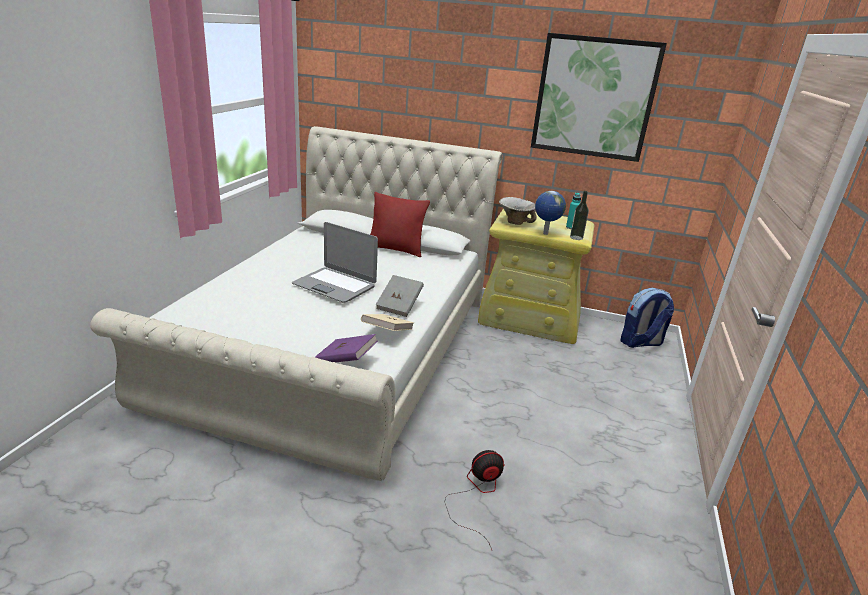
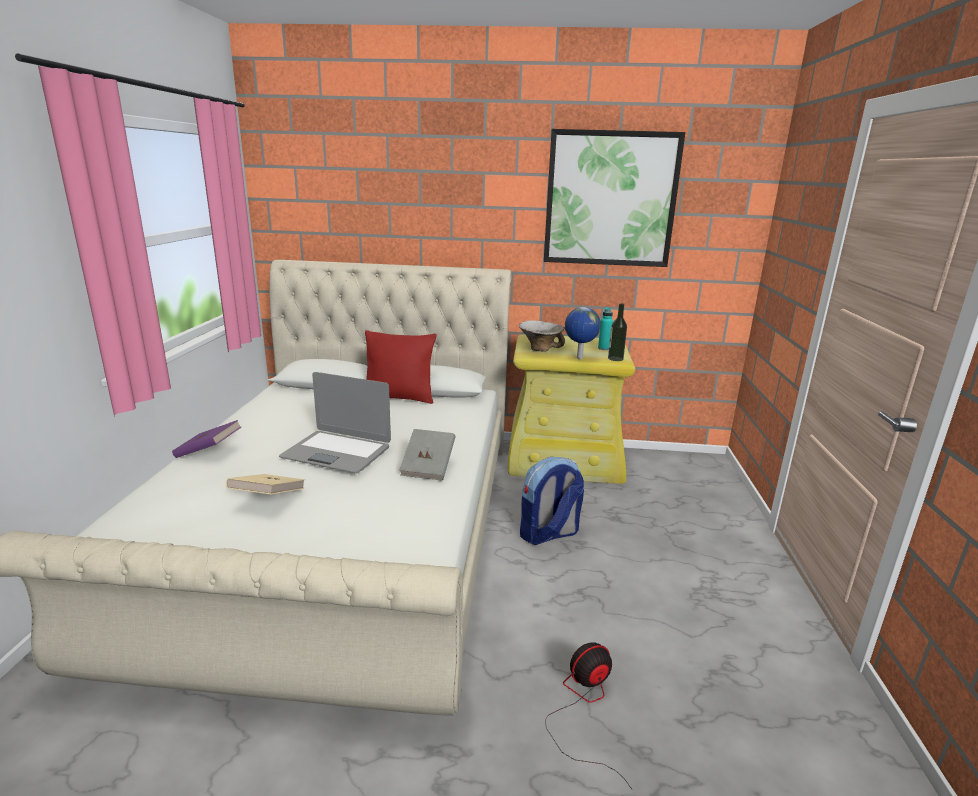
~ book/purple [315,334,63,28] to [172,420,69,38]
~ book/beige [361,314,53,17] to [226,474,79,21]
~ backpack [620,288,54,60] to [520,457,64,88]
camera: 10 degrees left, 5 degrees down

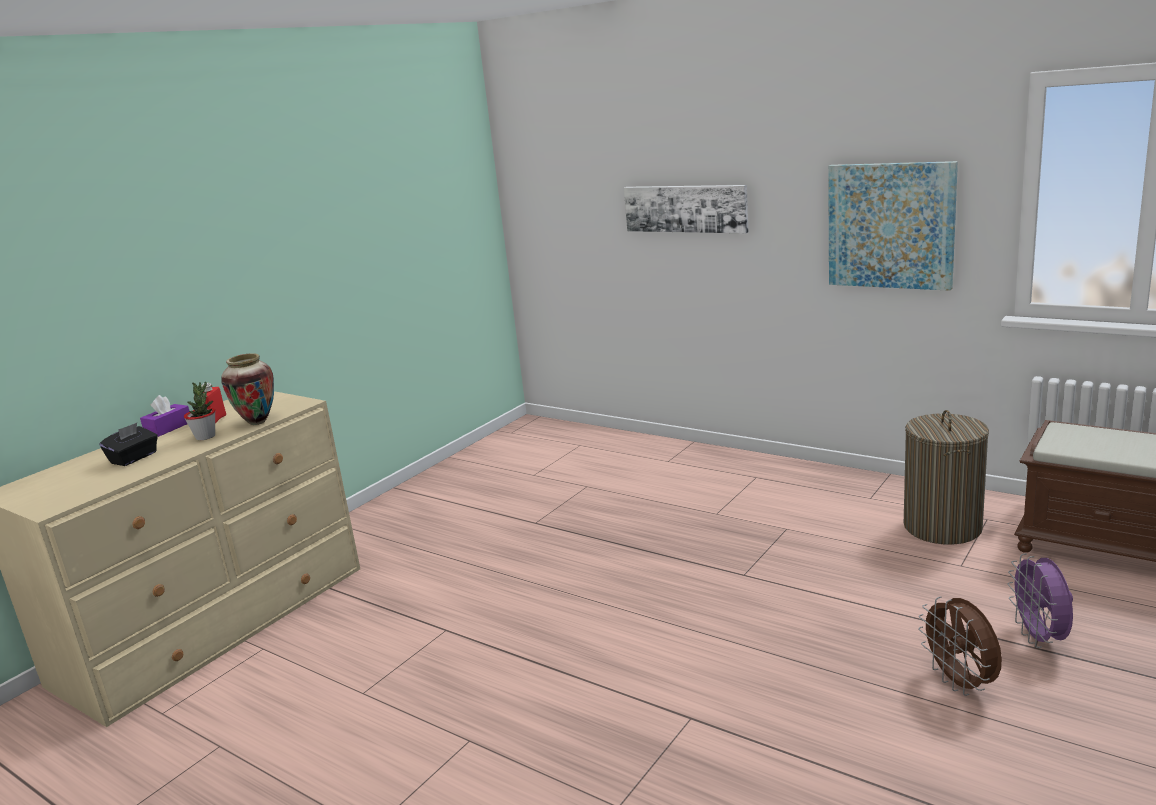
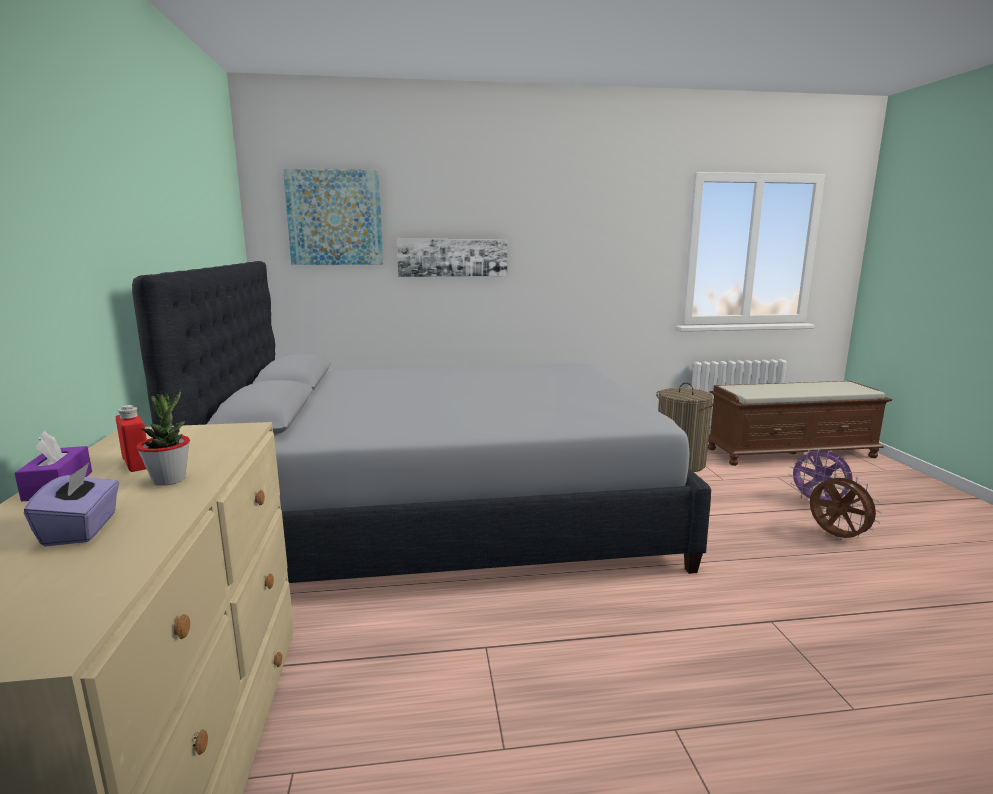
- vase [221,353,53,72]
+ bed/grey [132,261,579,322]
~ picture [828,161,130,130] to [283,168,101,97]
~ tissue box/black [99,423,59,43] to tissue box/purple [24,463,95,83]
~ fan/brown [918,596,84,100] = [810,474,72,65] 150 degrees counterclockwise
camera: 45 degrees left, 5 degrees down

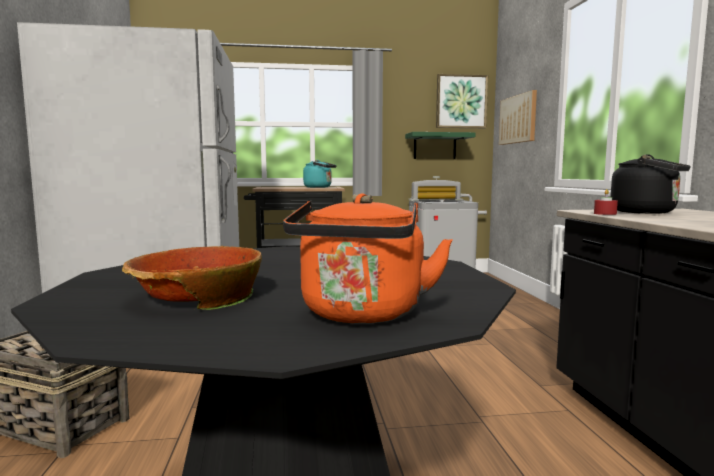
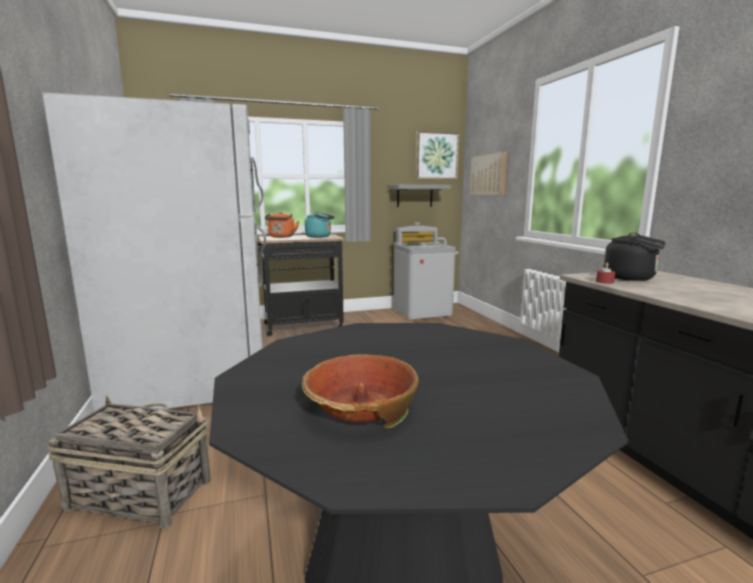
~ kettle/orange [283,193,170,131] to [265,212,34,26]
~ shelf/green [405,132,70,27] to shelf/grey [390,184,61,23]
camera: 10 degrees left, 5 degrees up

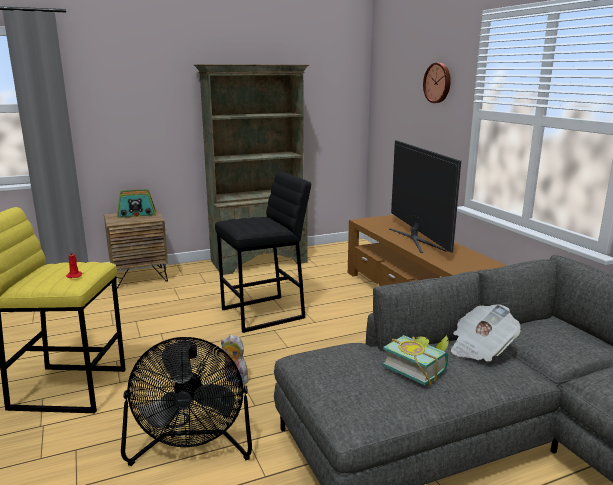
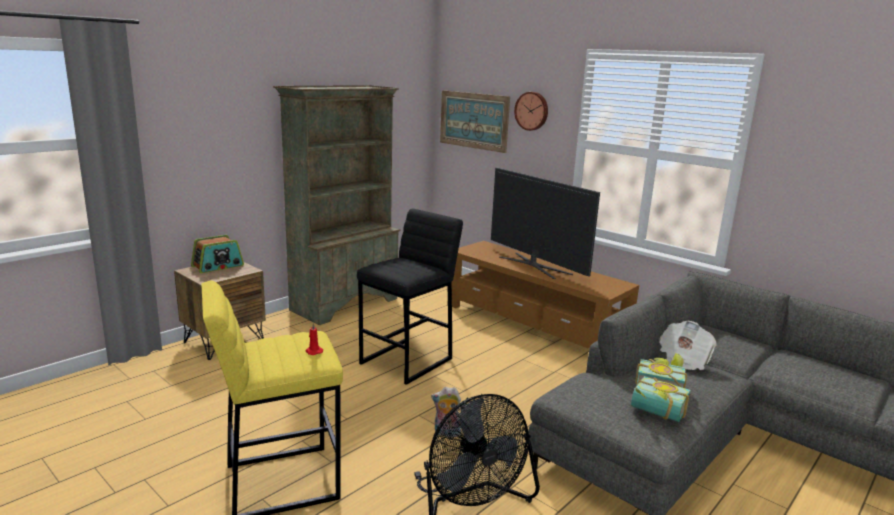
+ picture [440,90,70,63]
+ book [631,376,60,46]
camera: 25 degrees left, 0 degrees up

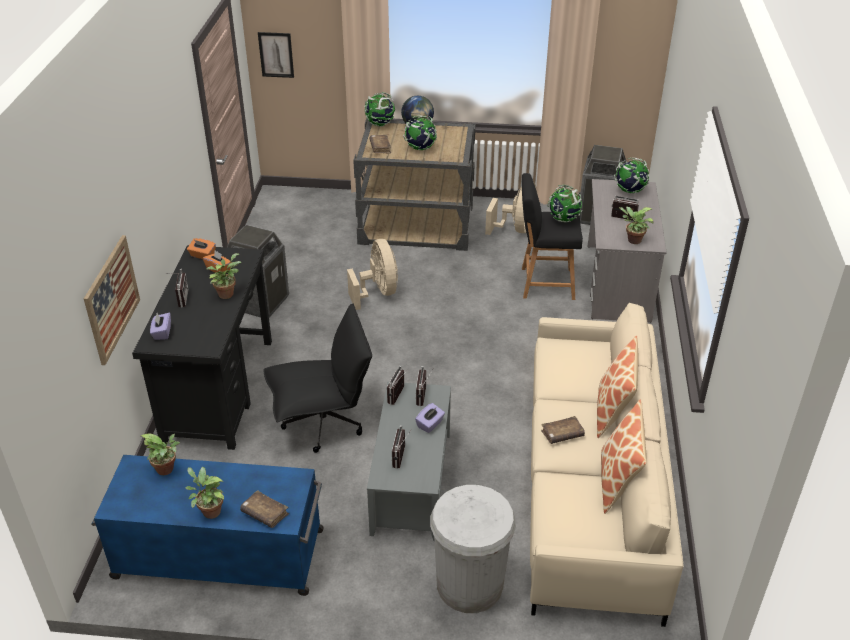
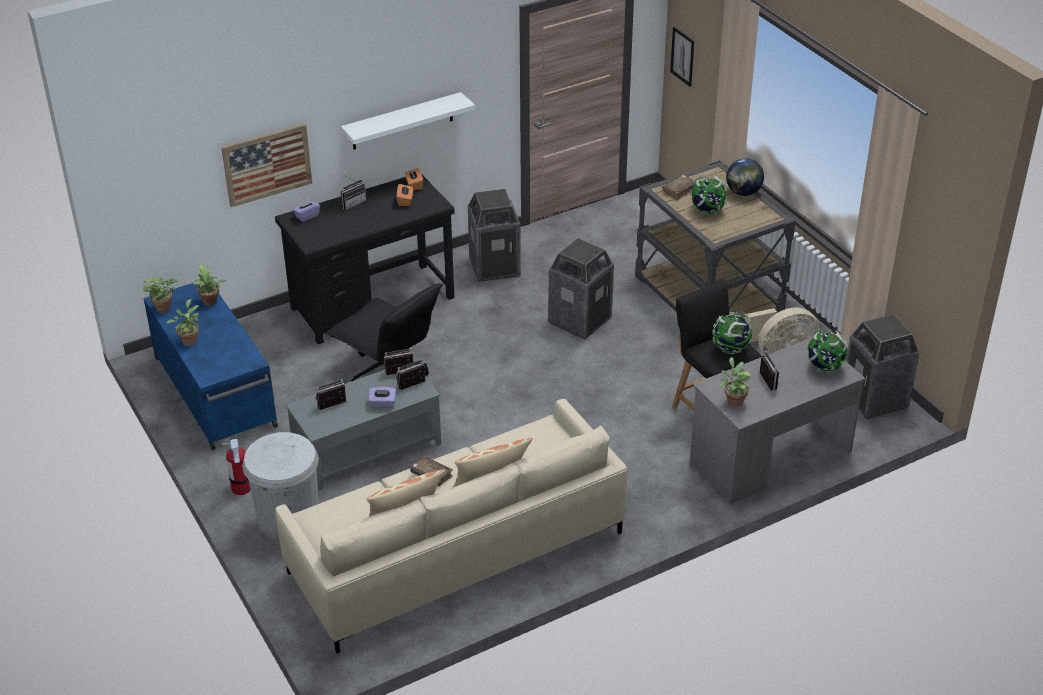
- book/brown [240,490,49,38]
- globe [364,92,31,35]
+ fire extinguisher [221,438,30,57]
+ shelf/white [341,92,134,57]
~ potted plant [206,253,35,46] to [143,278,37,35]
~ fan/beige [347,239,51,71] to trash can [548,238,66,101]
camera: 55 degrees right, 0 degrees up

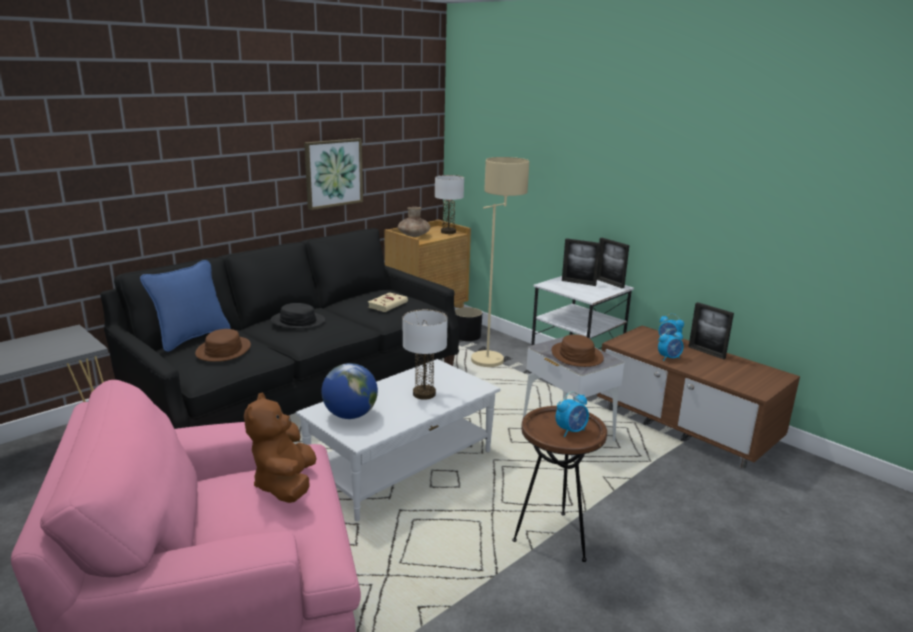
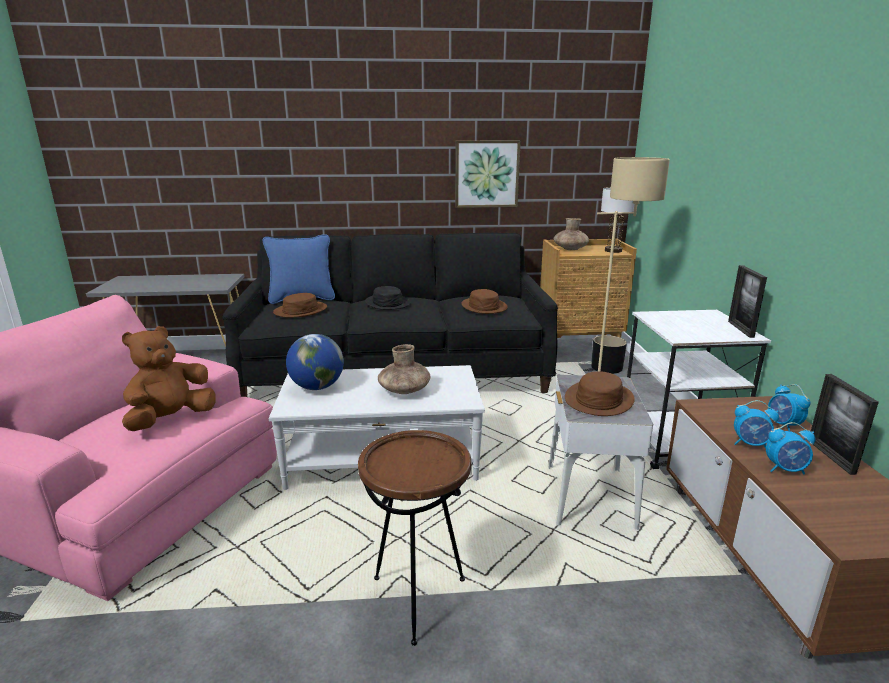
- picture frame [562,238,39,48]
~ alarm clock [556,392,33,45] to [766,422,50,52]
~ book/beige [368,292,40,20] to hat/brown [461,289,47,25]
~ table lamp [403,310,45,90] to vase/brown [378,344,52,50]
camera: 40 degrees right, 0 degrees up

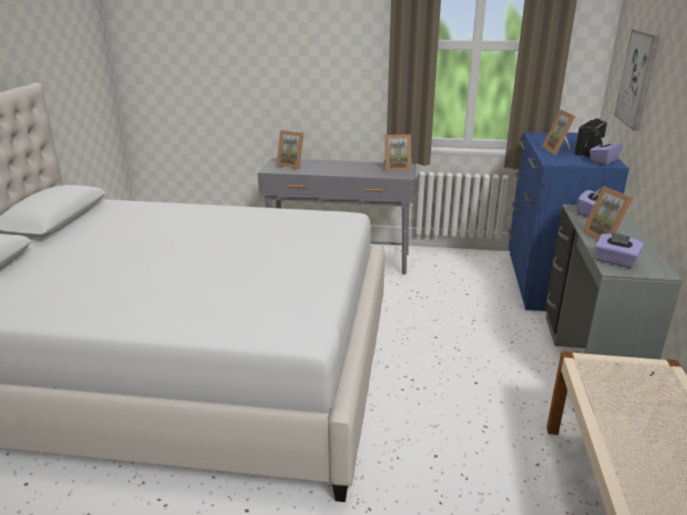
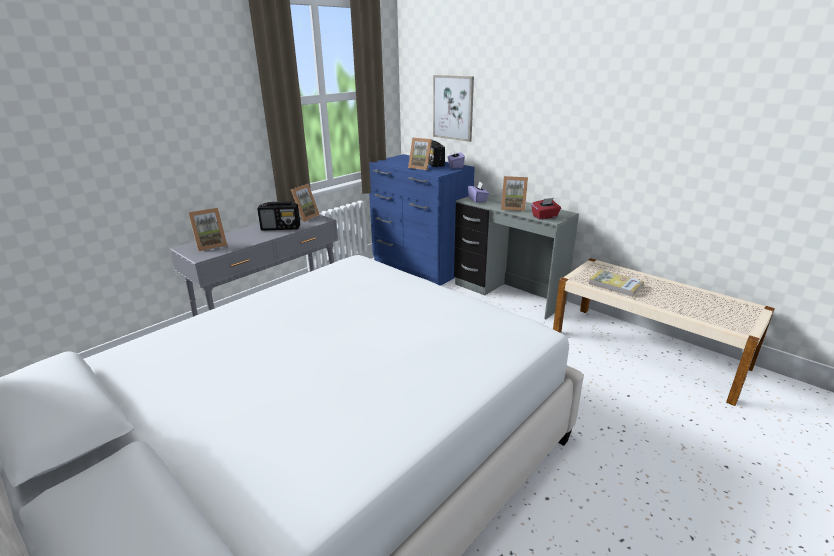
+ radio [257,201,43,30]
+ book [589,270,55,27]
~ tissue box/purple [595,232,49,36] to tissue box/red [531,198,30,21]
camera: 55 degrees left, 0 degrees up

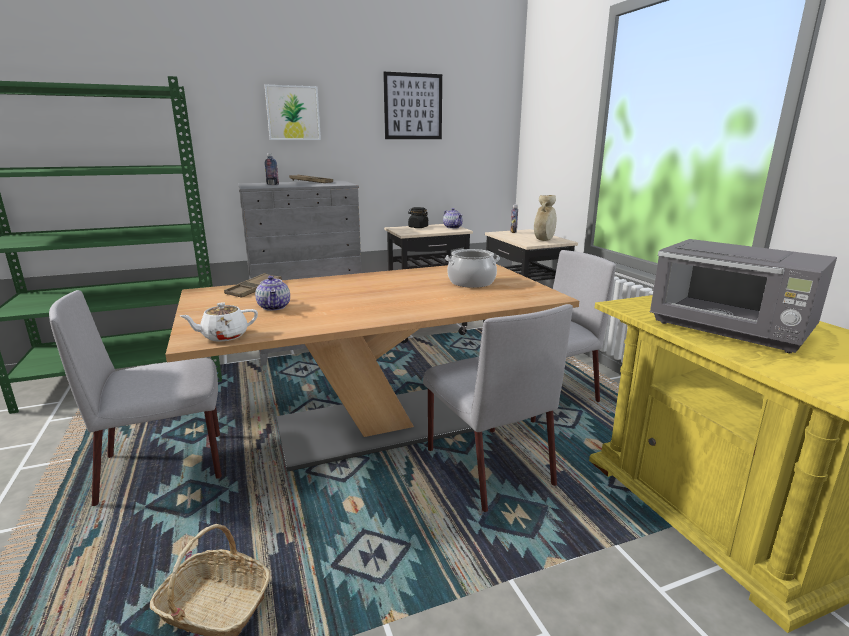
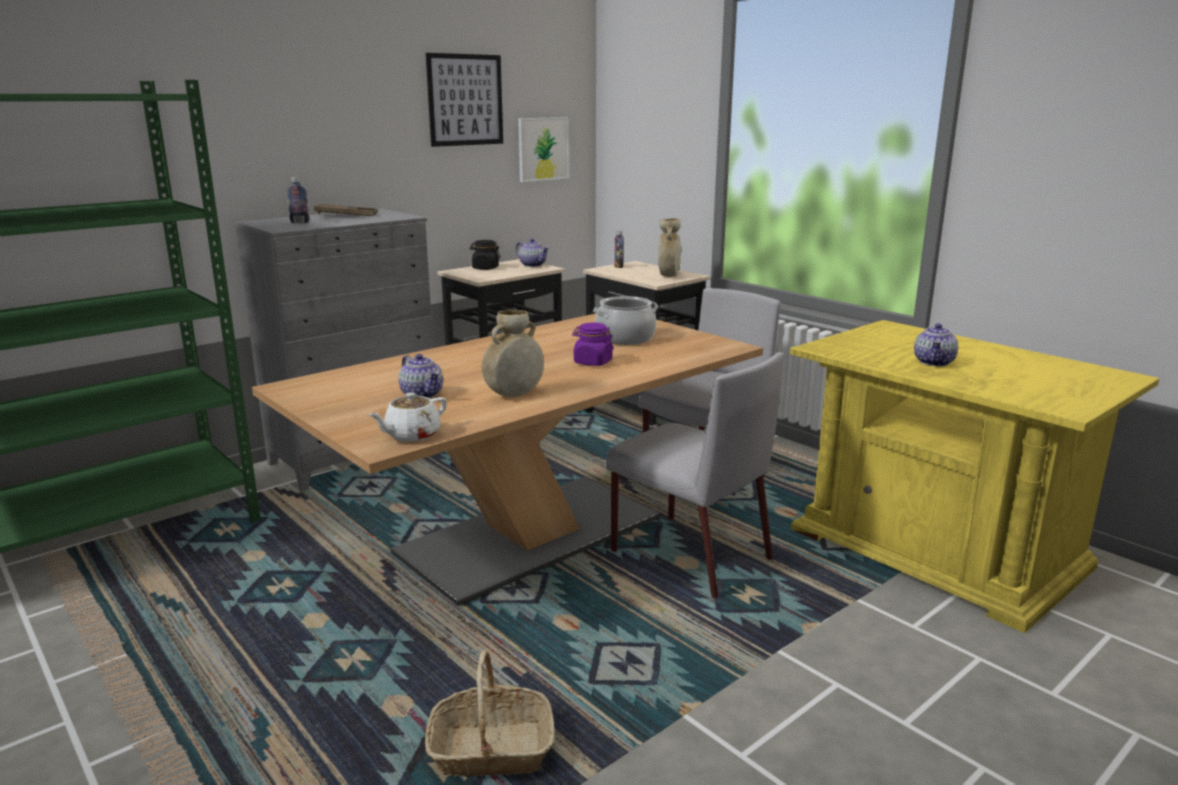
- chair/grey [49,290,173,216]
- tray/brown [224,273,58,25]
+ vase/beige [482,309,62,88]
+ jar/purple [572,323,42,43]
~ picture [265,85,56,55] to [518,117,51,65]
~ microwave/grey [650,239,187,114] to teapot [914,323,44,43]
camera: 20 degrees left, 0 degrees up

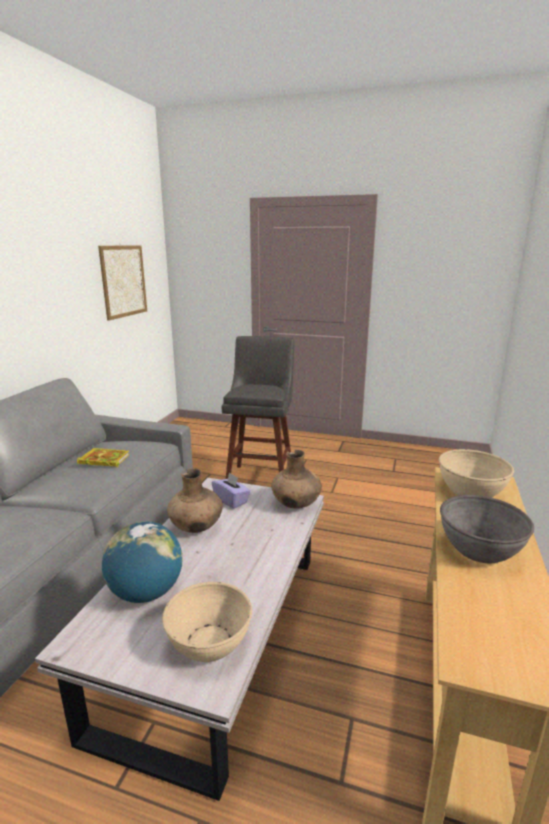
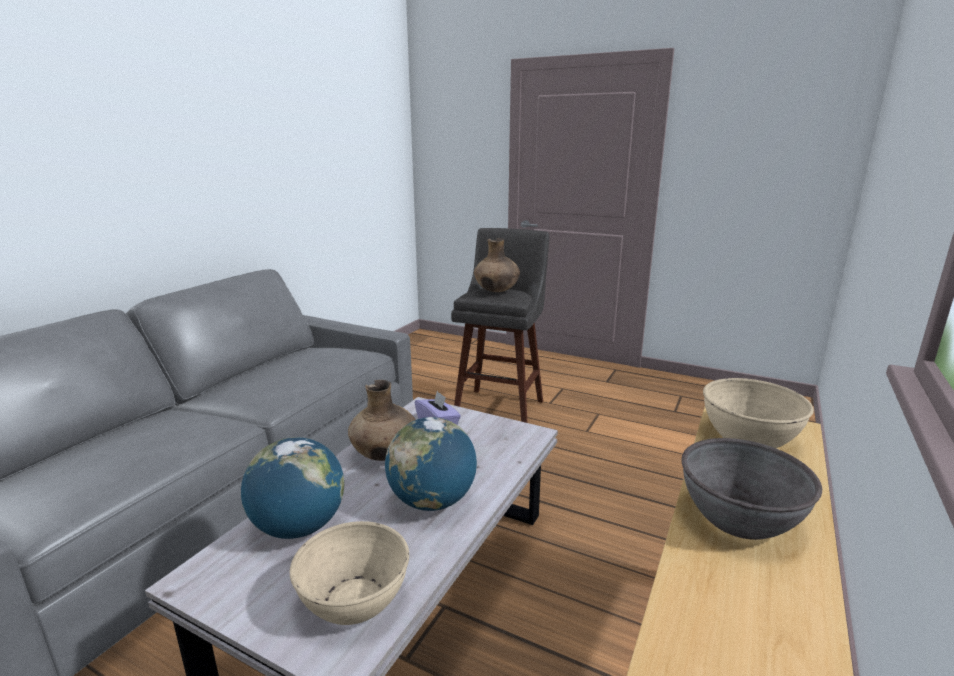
- book [77,448,53,19]
- picture [98,245,49,76]
+ globe [385,417,92,94]
~ vase/brown [271,449,51,59] to [474,238,46,54]
camera: 10 degrees right, 0 degrees up

